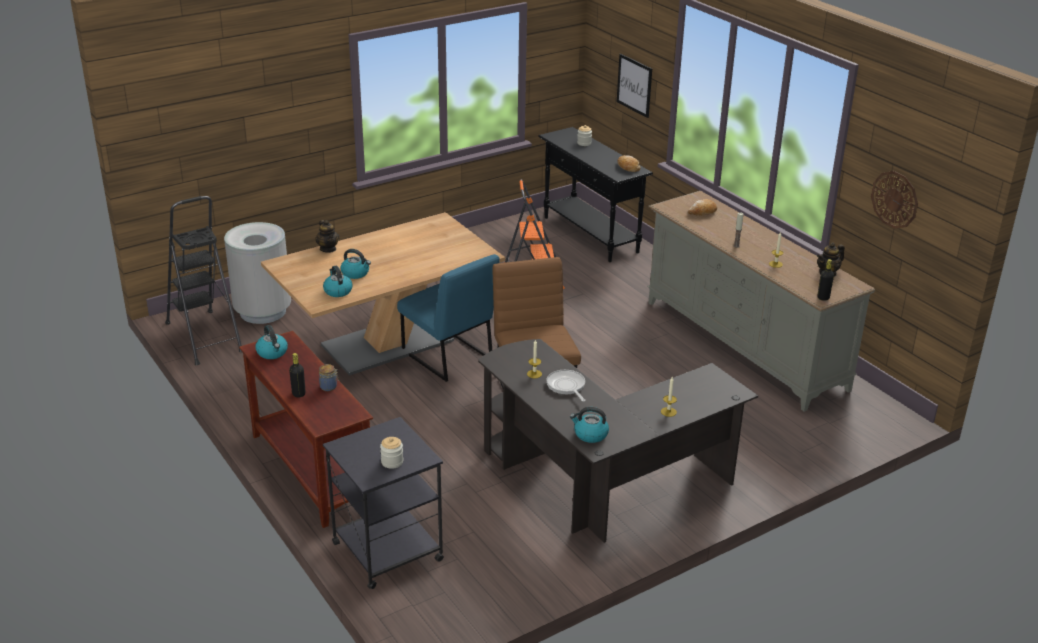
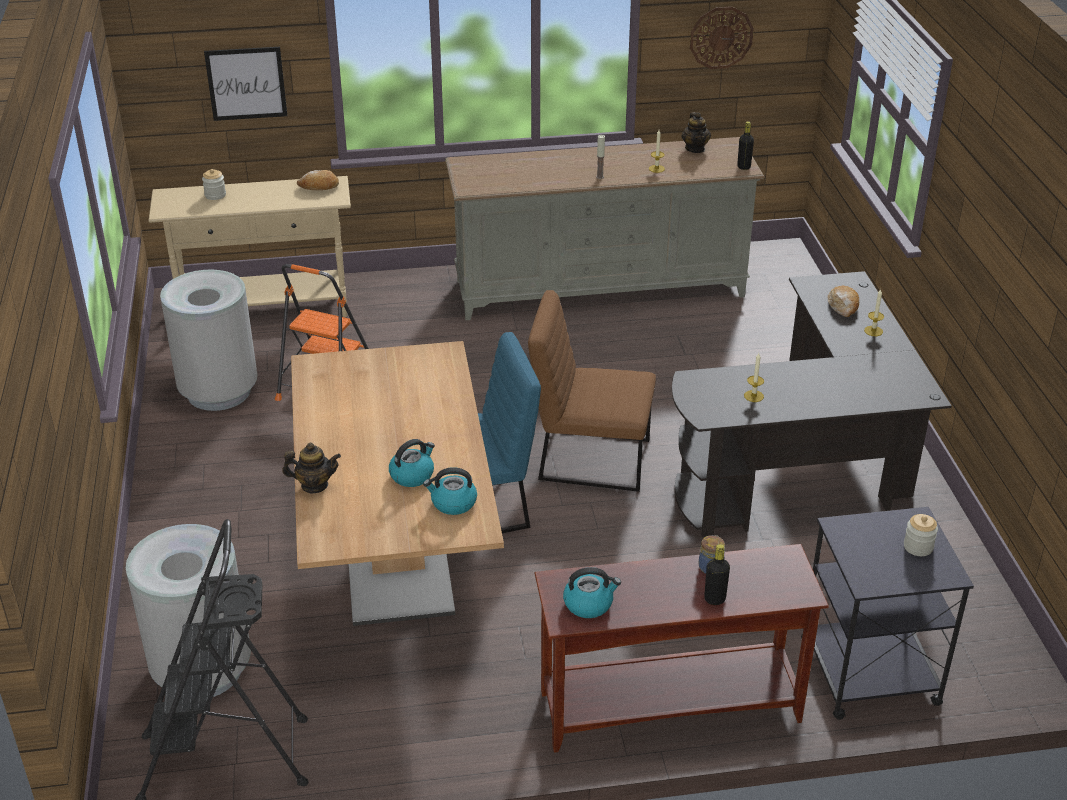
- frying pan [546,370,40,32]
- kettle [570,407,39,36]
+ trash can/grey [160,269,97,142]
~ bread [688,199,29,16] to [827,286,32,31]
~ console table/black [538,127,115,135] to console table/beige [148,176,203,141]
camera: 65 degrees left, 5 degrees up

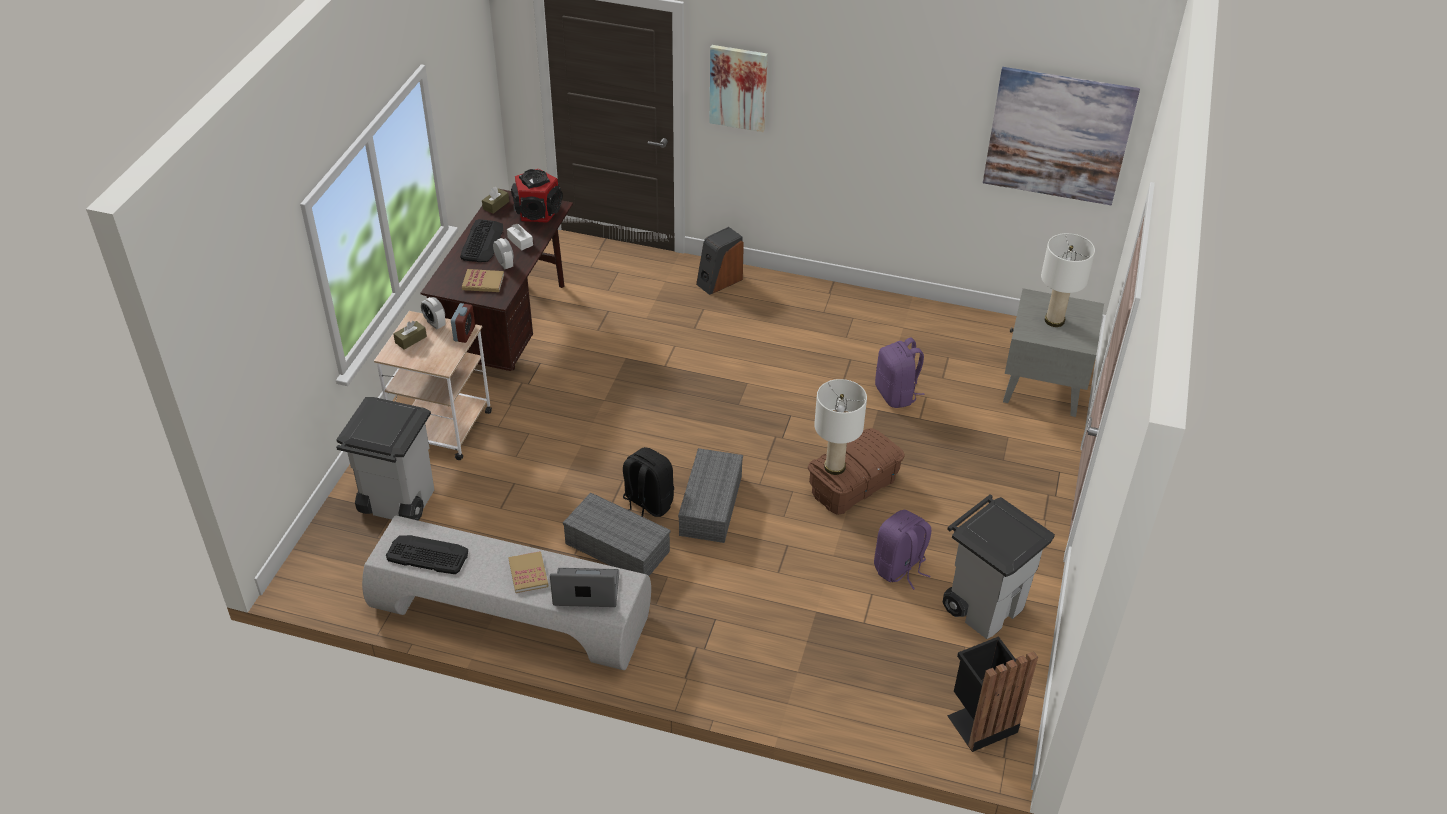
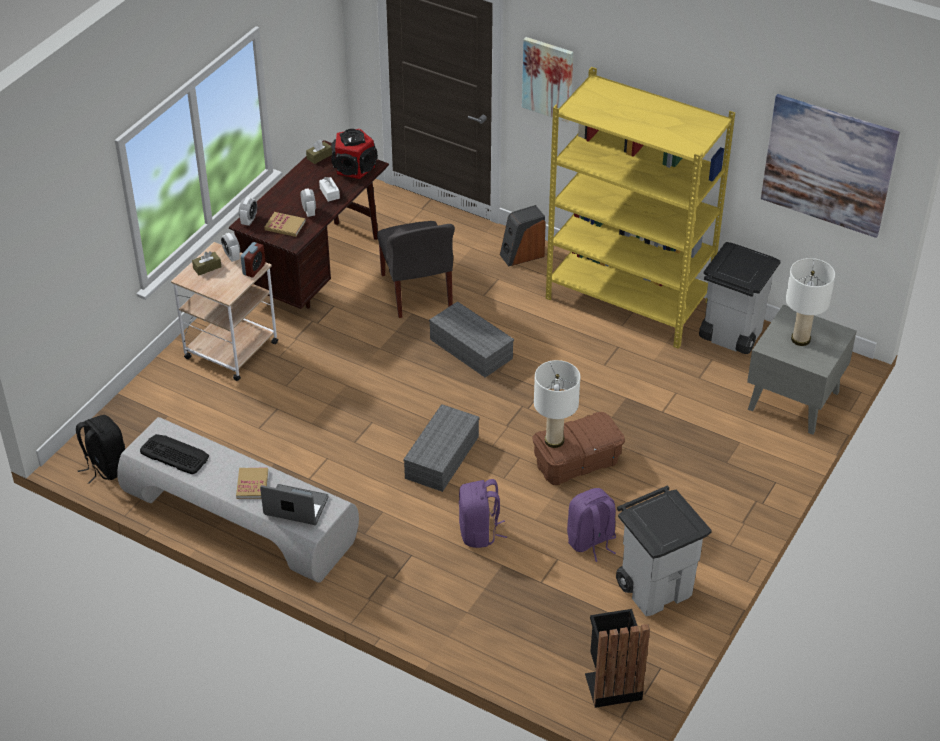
- keyboard [460,219,43,43]
+ alarm clock [239,197,18,29]
+ chair/grey [377,221,78,97]
+ bookcase/yellow [546,67,189,282]
~ trash can/grey [336,397,98,124] to [699,242,82,112]
~ storage box/grey [563,492,108,84] to [429,301,85,77]
~ backpack/black [623,447,51,70] to [76,415,49,69]
~ backpack/purple [875,338,50,70] to [459,479,48,69]
camera: 15 degrees right, 0 degrees up

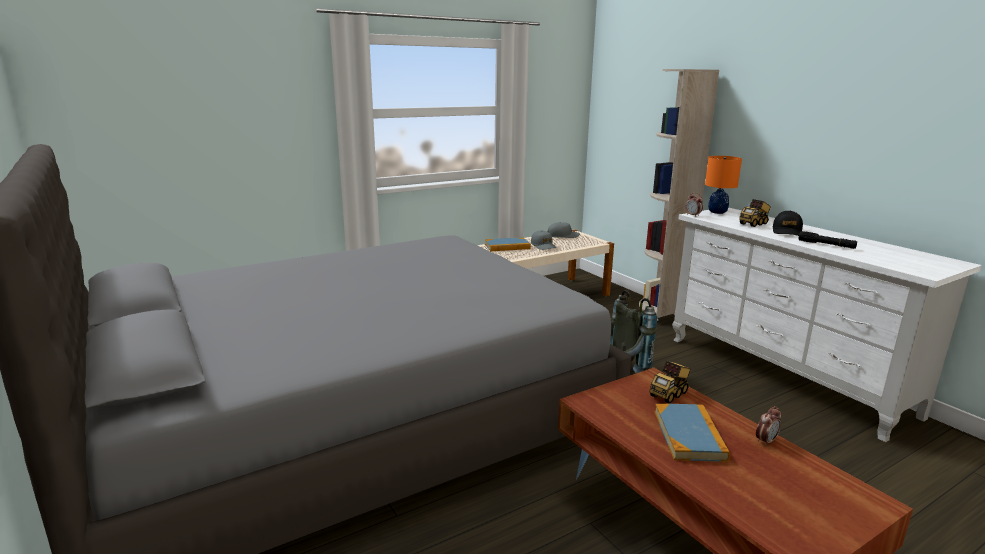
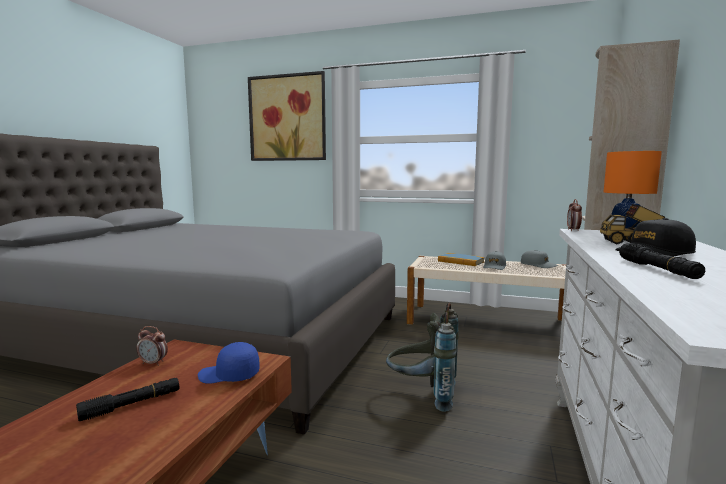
+ picture [248,71,78,90]
~ alarm clock [756,406,25,40] to [136,326,32,40]
~ toy truck [650,361,41,42] to cap/blue [198,342,61,42]
~ book [655,404,75,58] to flashlight/black [76,378,103,43]
camera: 50 degrees right, 10 degrees down

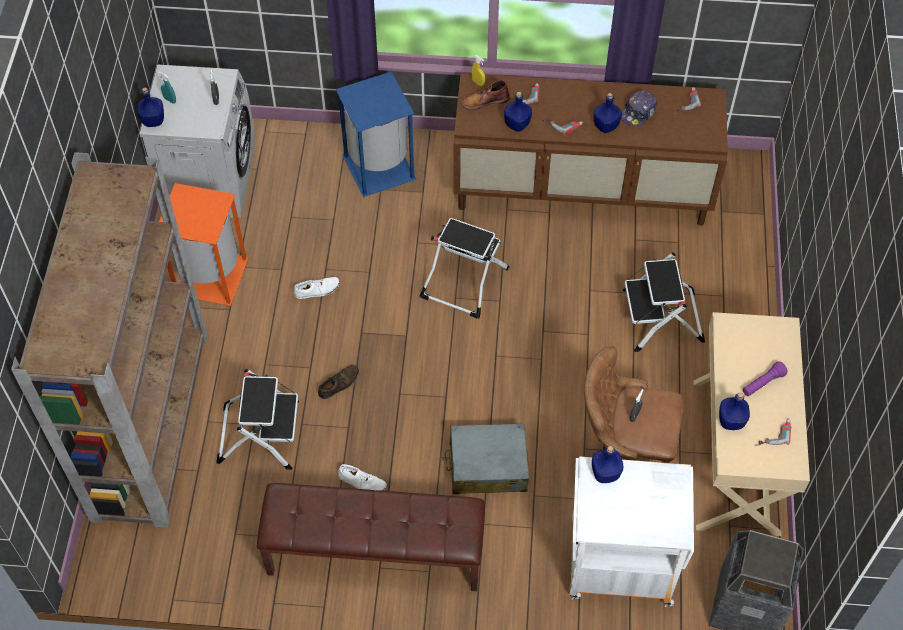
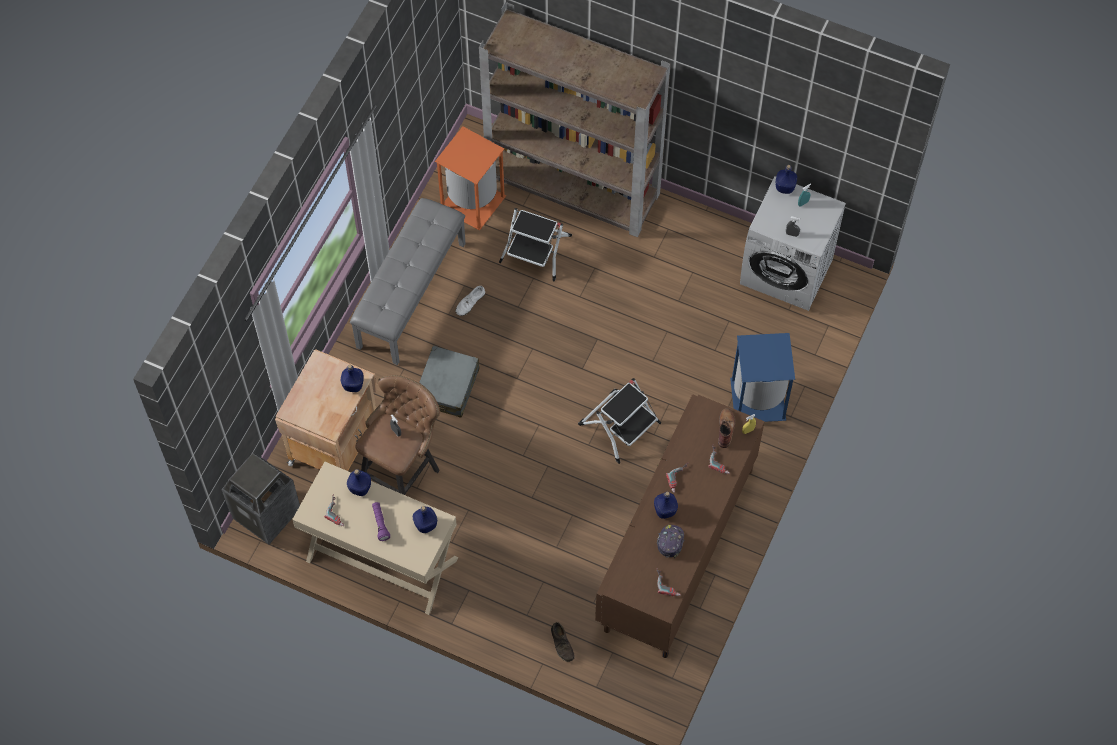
- shoe/white [294,277,46,22]
- step ladder [623,252,82,100]
~ trash can/orange [159,183,90,123] to [435,126,71,105]
~ shoe/brown [318,365,41,34] to [551,622,24,40]
~ bottle/blue [504,92,28,40] to [413,506,24,27]
~ bench/brown [257,483,228,108] to bench/grey [350,198,116,167]
~ cart/white [569,457,125,150] to cart/brown [275,349,102,122]
~ cap [621,90,36,37] = [657,525,27,33] 45 degrees clockwise
camera: 110 degrees right, 5 degrees up

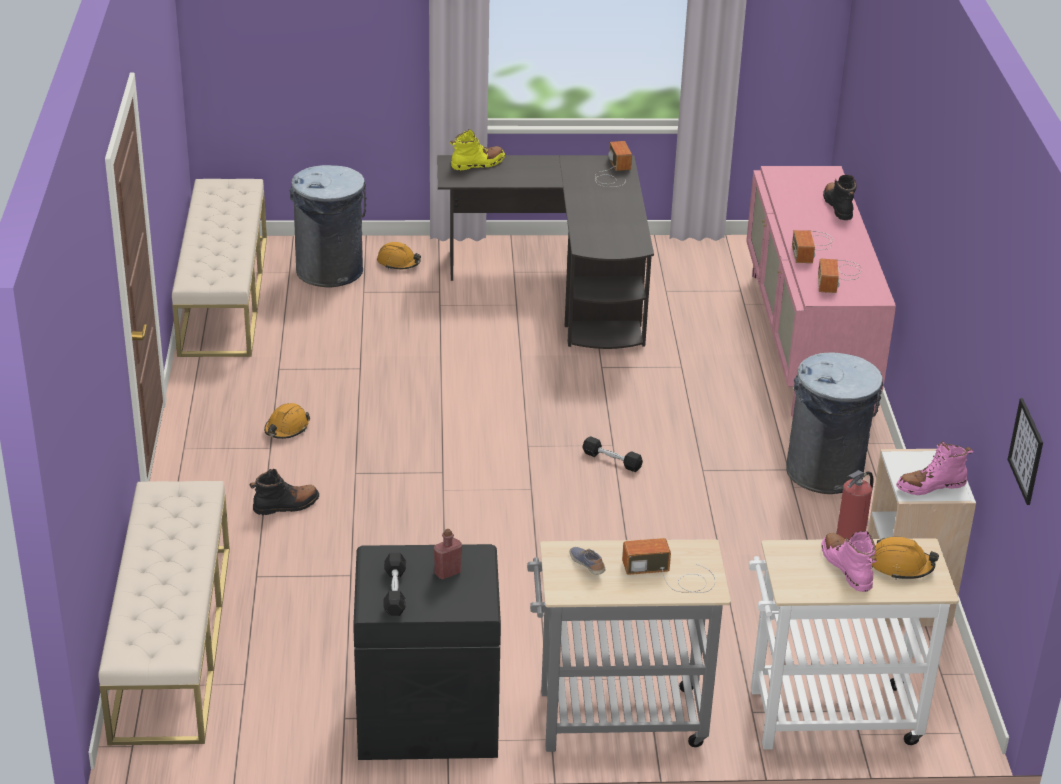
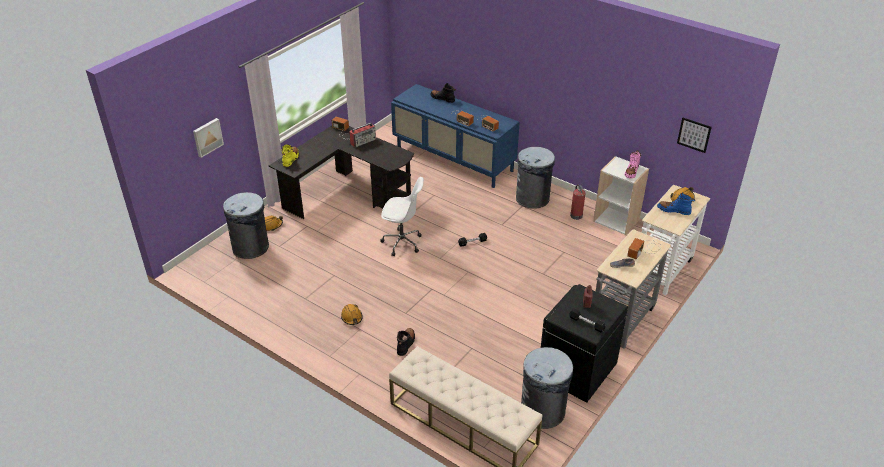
- bench/beige [172,179,95,178]
+ picture [193,118,31,40]
+ radio [349,123,27,24]
+ office chair/white [380,177,44,79]
+ trash can/grey [521,347,52,82]
~ cabinet/pink [746,166,150,251] to cabinet/blue [391,84,128,104]
~ boot/pink [821,531,56,61] to boot/blue [657,192,38,23]
camera: 50 degrees left, 5 degrees up

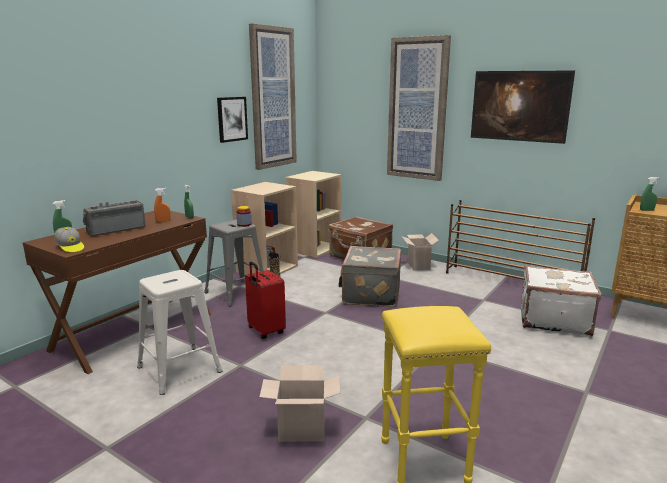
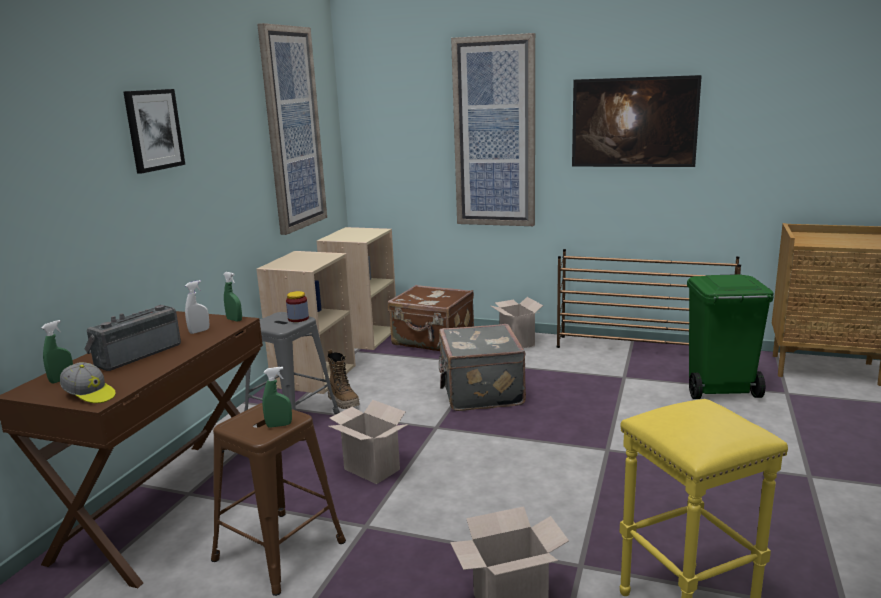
~ picture [217,97,31,46] to [123,89,62,84]
~ spray bottle/green [640,177,19,34] to [262,367,30,61]
~ suitcase/red [245,261,41,78] to cardboard box [329,400,79,84]
~ suitcase/white [521,265,81,71] to trash can/green [687,274,87,125]
~ stool/white [137,270,86,125] to stool/brown [211,403,135,193]
~ spray bottle/orange [154,188,16,34] to spray bottle/white [185,280,24,54]
camera: 15 degrees left, 0 degrees up

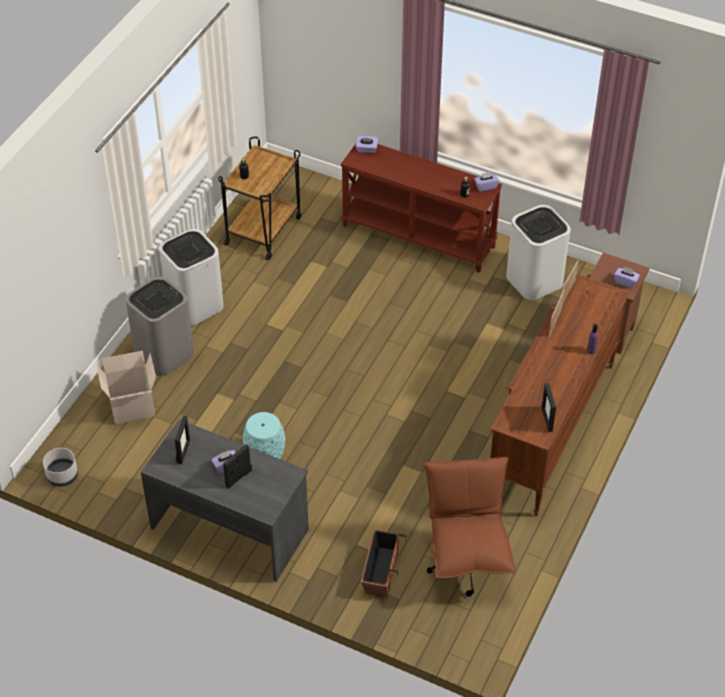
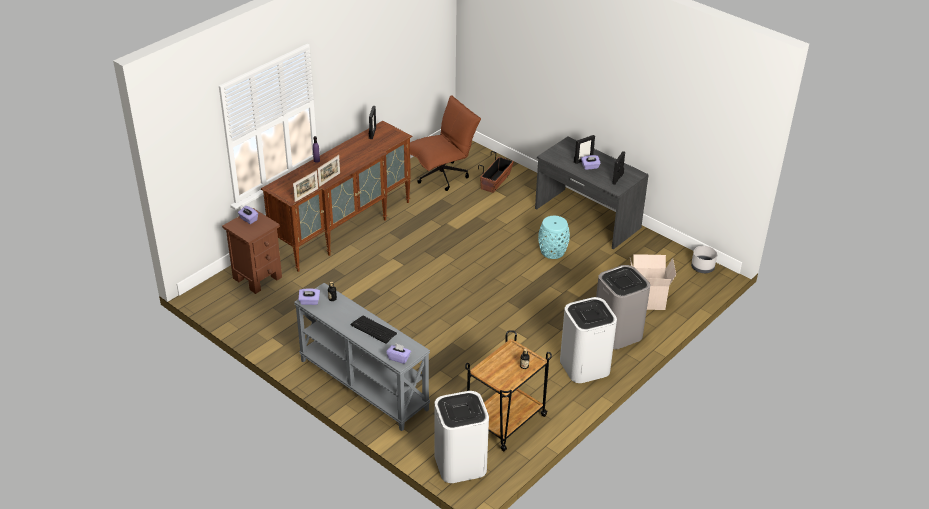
+ keyboard [350,316,47,28]
~ trash can/white [506,205,65,95] to [434,391,55,92]
~ console table/brown [341,144,161,129] to console table/grey [294,283,136,148]
~ office chair/brown [424,457,92,140] = [410,95,71,96] 135 degrees counterclockwise
camera: 165 degrees left, 10 degrees down

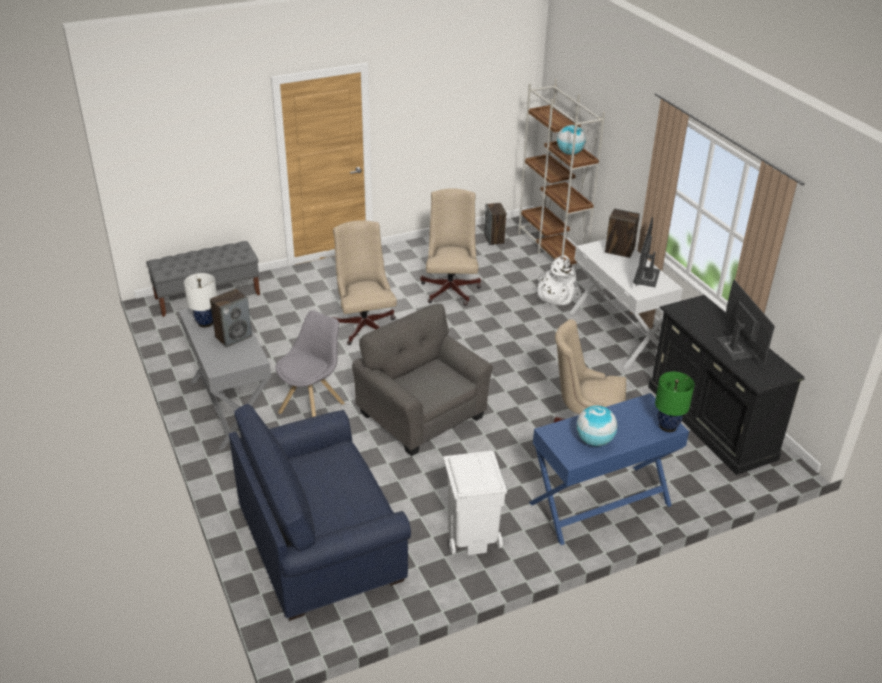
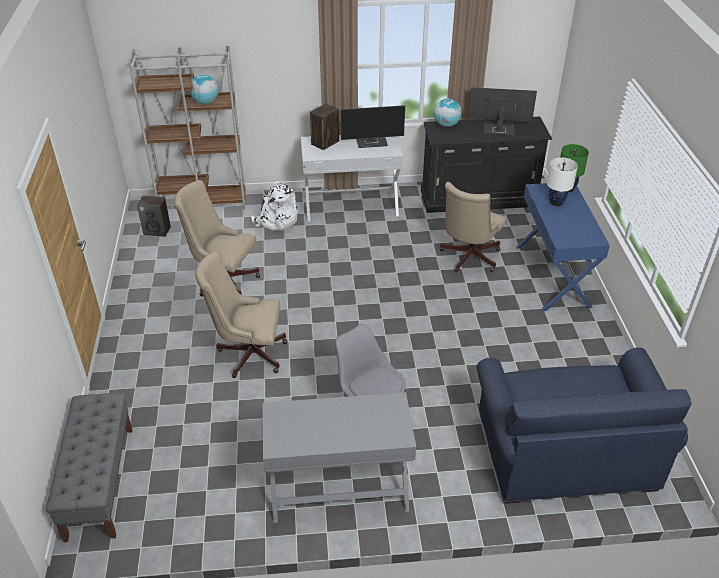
- speaker [210,289,42,59]
- armchair/grey [352,304,141,152]
- trash can/white [443,451,64,104]
~ table lamp/white [184,273,33,55] to [547,157,31,49]
~ globe [576,405,42,41] to [434,98,28,29]
~ monitor [633,217,27,70] = [340,105,65,43] 45 degrees counterclockwise
camera: 70 degrees left, 5 degrees up

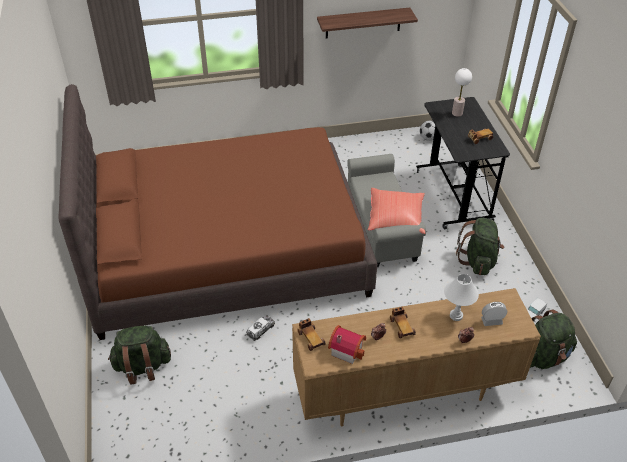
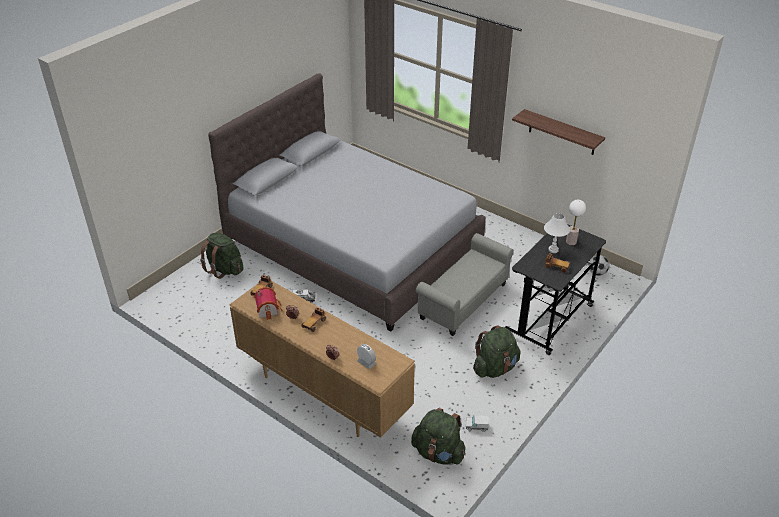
- pillow/red [368,188,57,46]
~ table lamp/white [444,274,35,47] to [544,213,26,40]
~ bed/brown [58,84,319,256] to bed/grey [208,73,278,259]
camera: 50 degrees right, 5 degrees down

